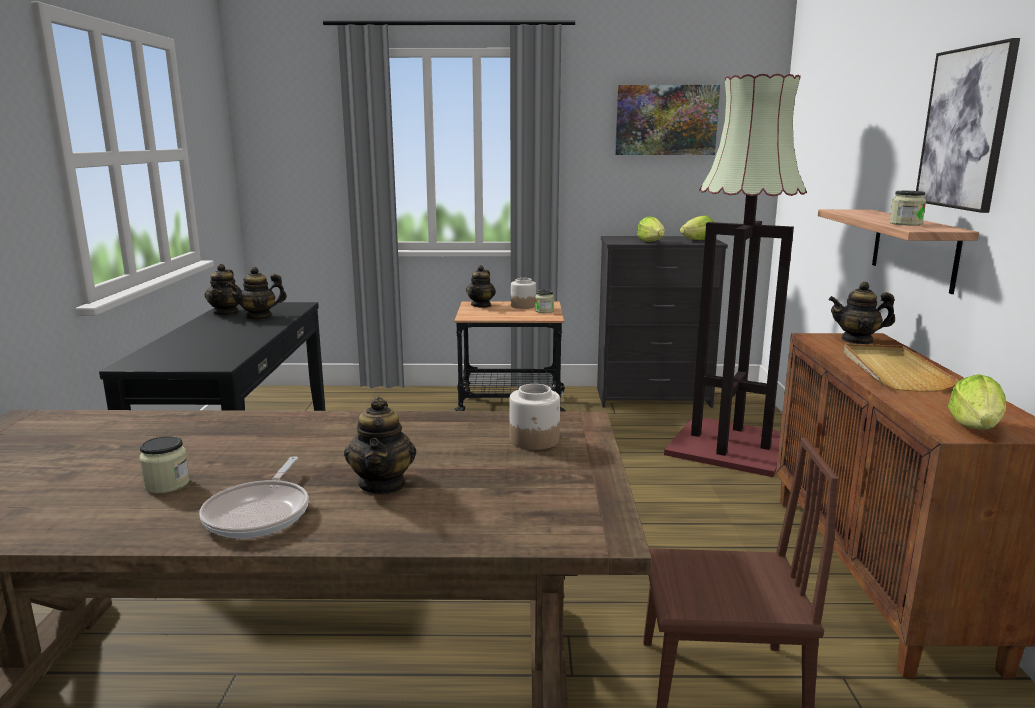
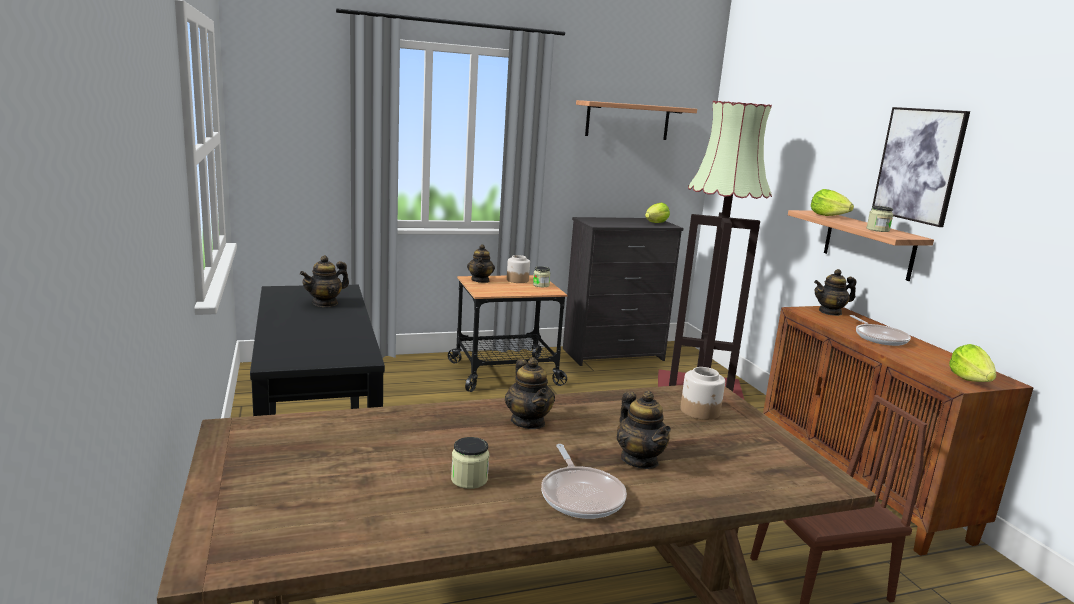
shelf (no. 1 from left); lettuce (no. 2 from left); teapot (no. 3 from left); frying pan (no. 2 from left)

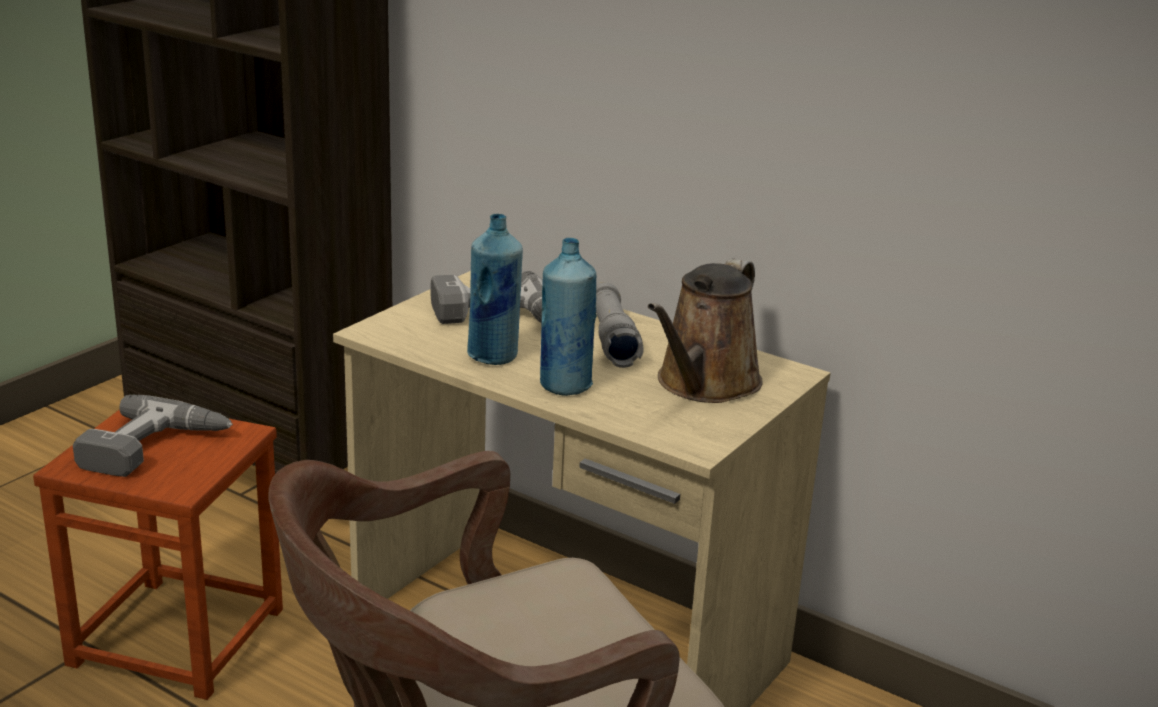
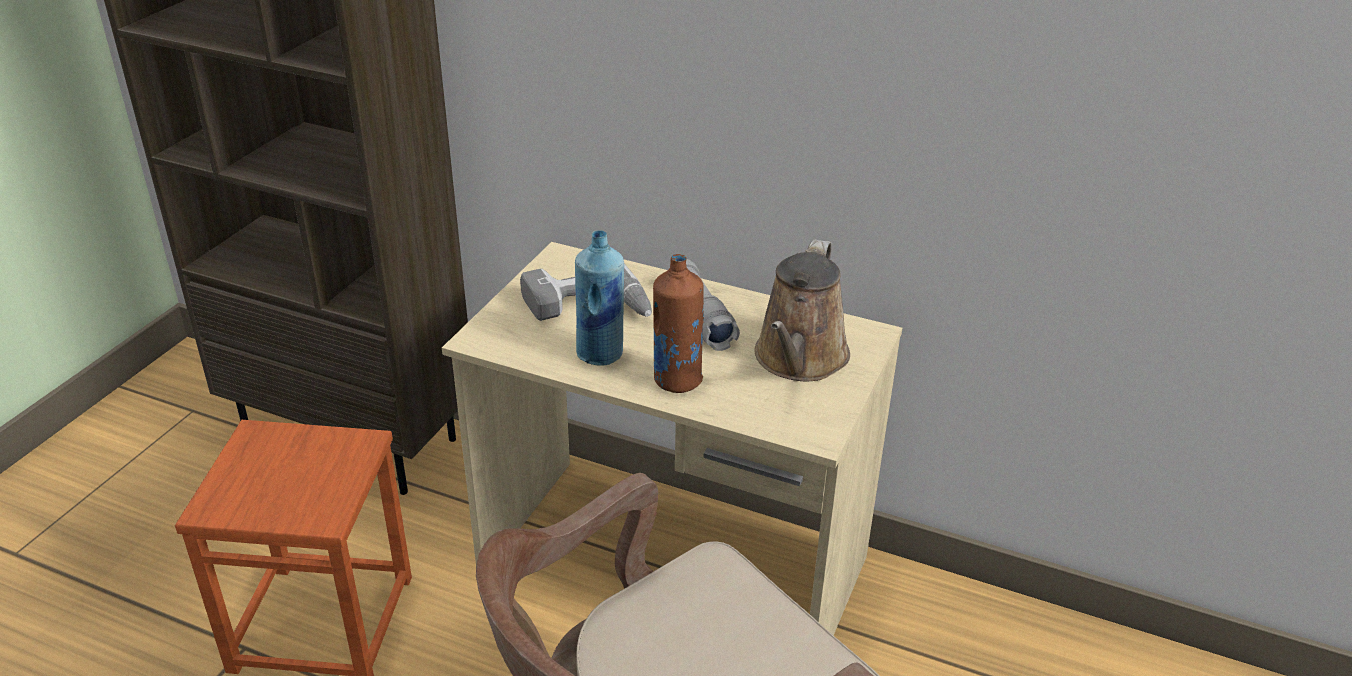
brown bottle; power drill (no. 1 from left in the first image)

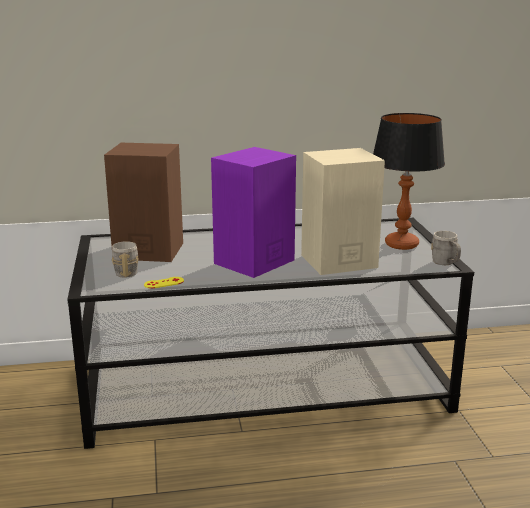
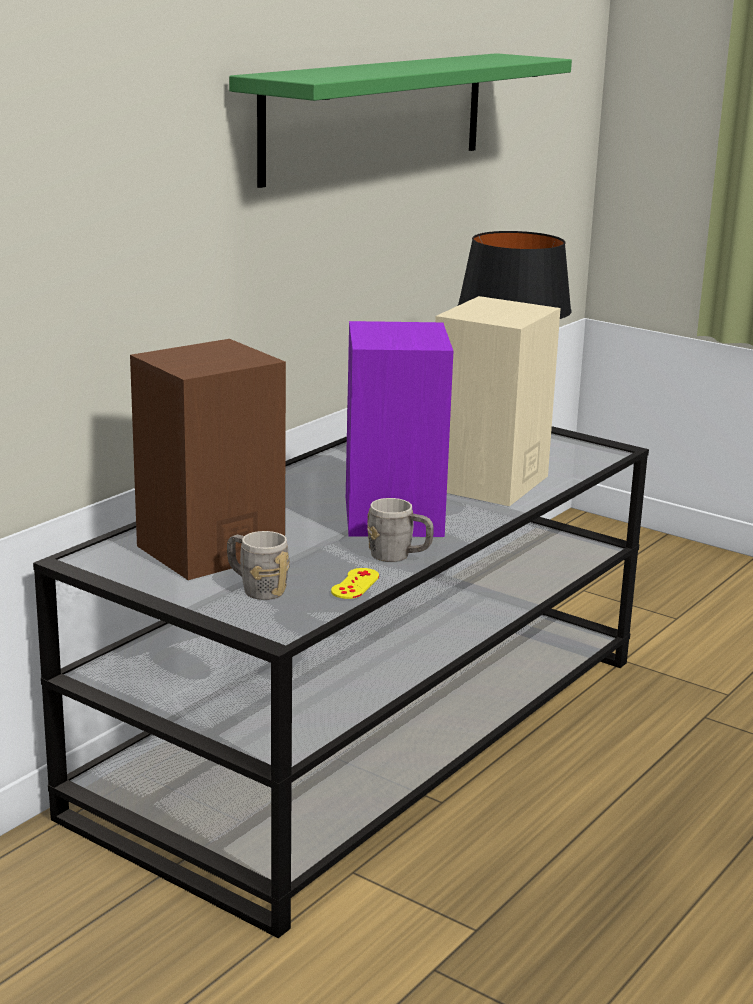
grey mug (no. 2 from left); green shelf

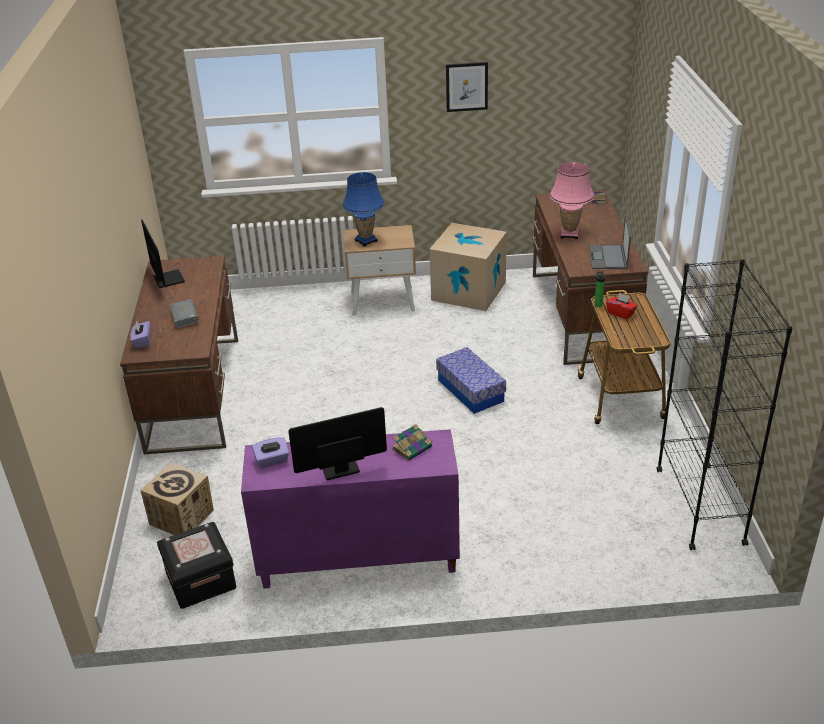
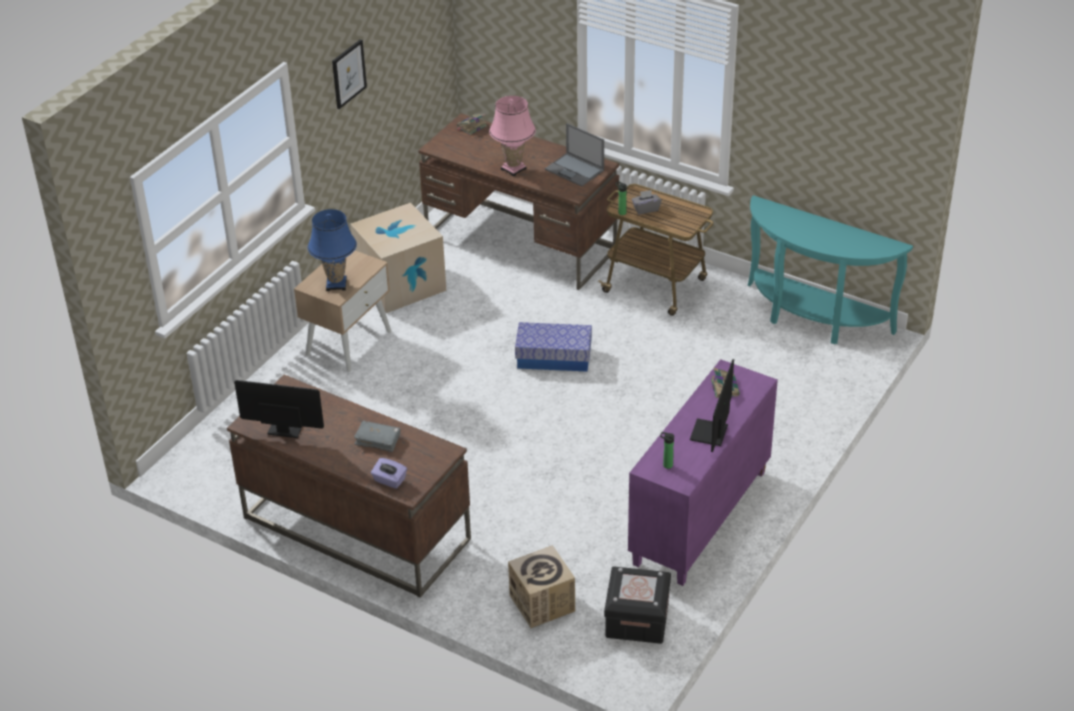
turquoise console table; grey tissue box; bottle (no. 2 from left)

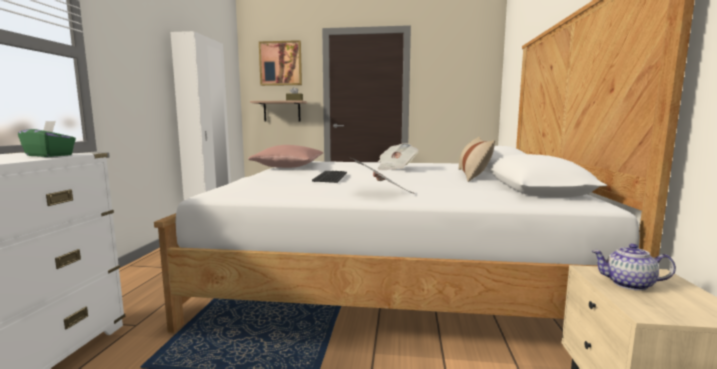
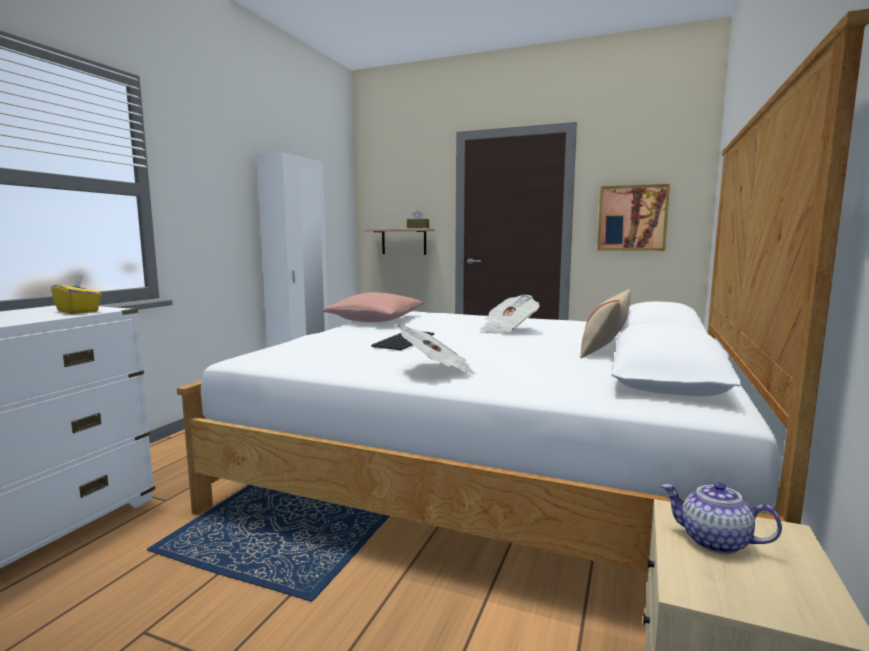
picture; yellow tissue box

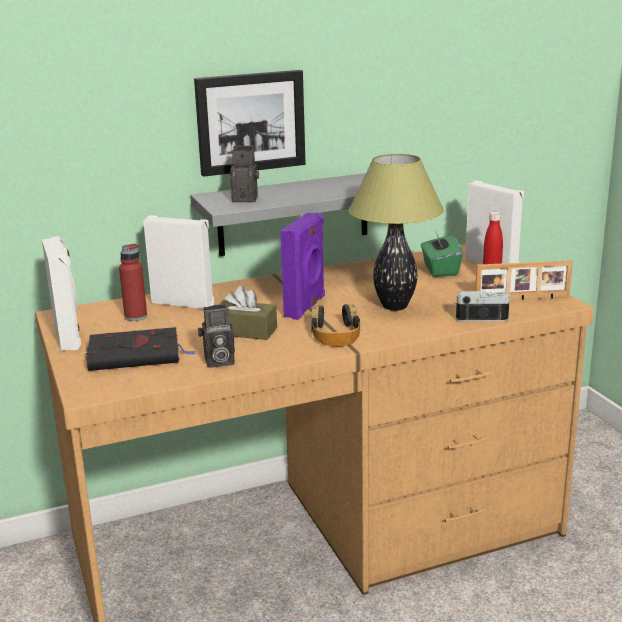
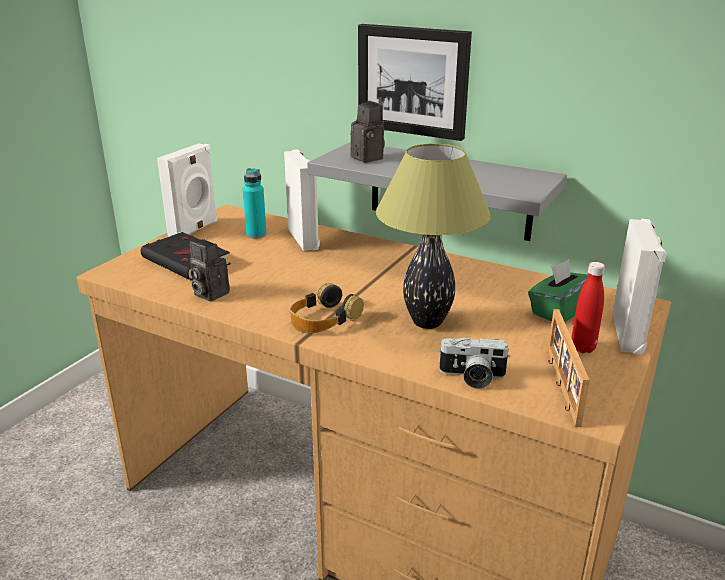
purple speaker; turquoise bottle; picture frame; brown tissue box; photo camera (no. 3 from left)

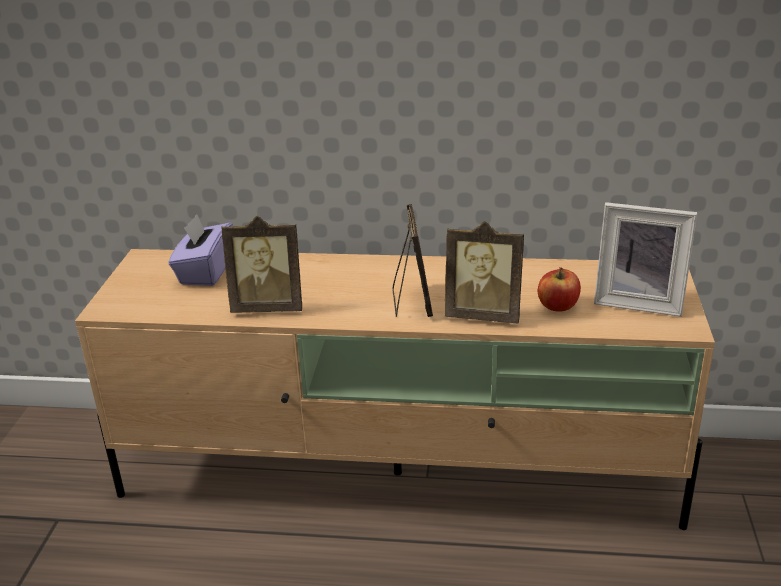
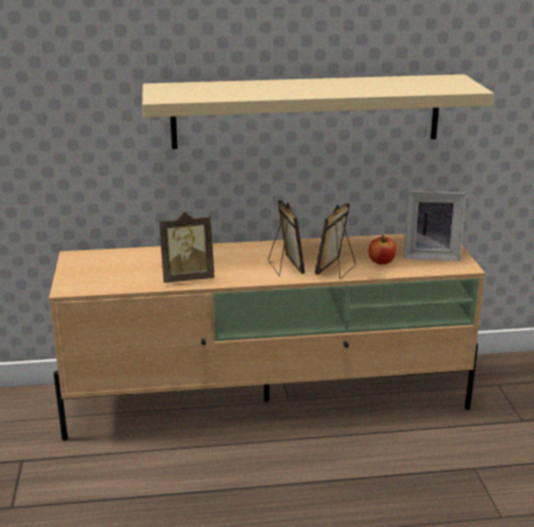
purple tissue box; picture frame (no. 3 from left); beige shelf

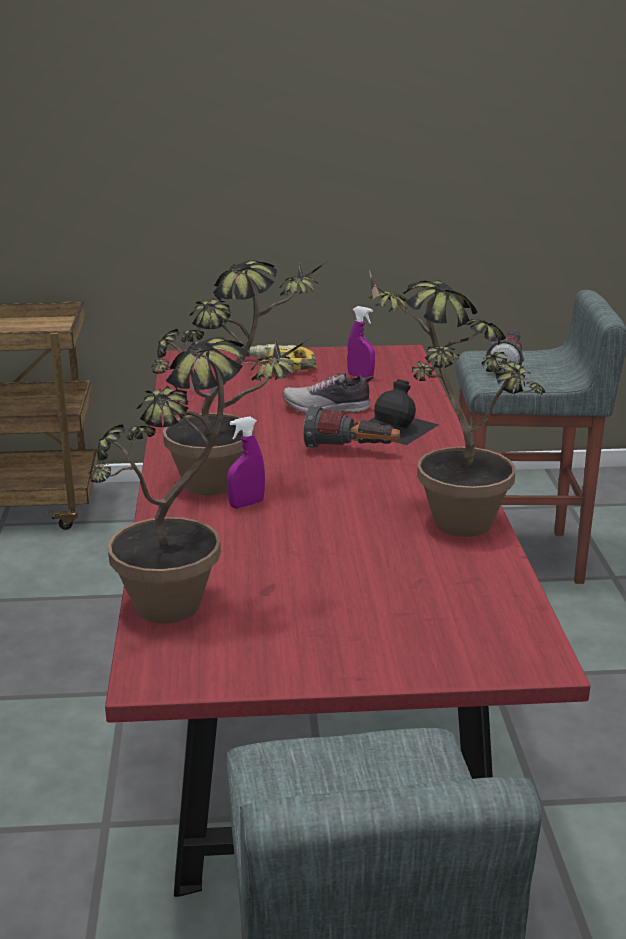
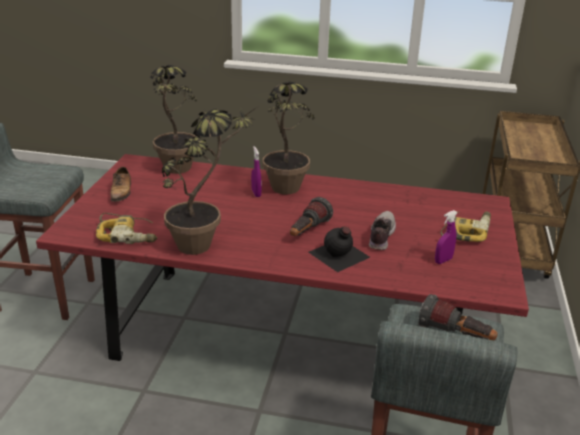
shoe (no. 1 from left); power drill (no. 1 from left)

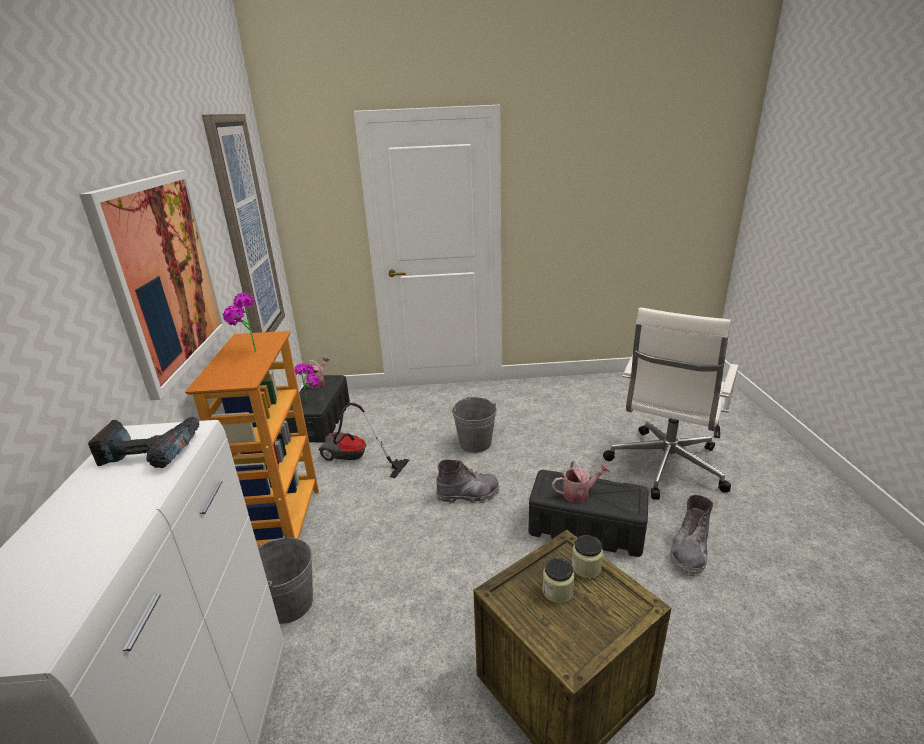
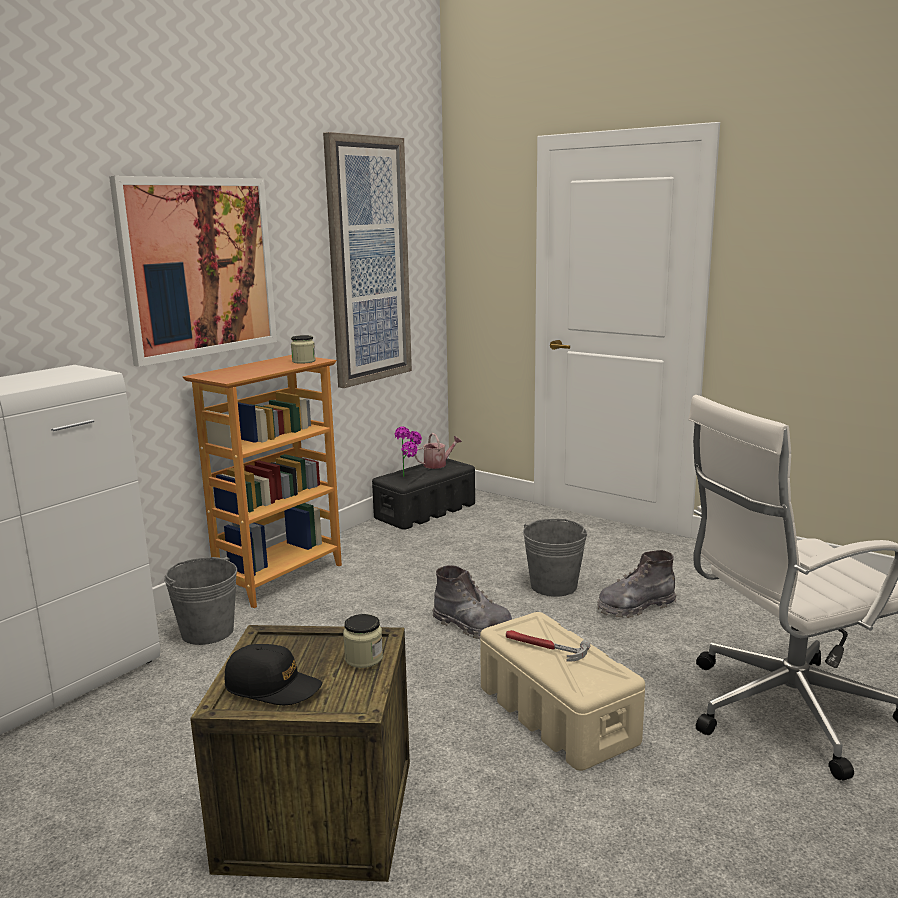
potted plant (no. 1 from left in the first image); vacuum cleaner; power drill; hammer; beige storage box; grey boot (no. 2 from left); jar (no. 1 from left); black cap

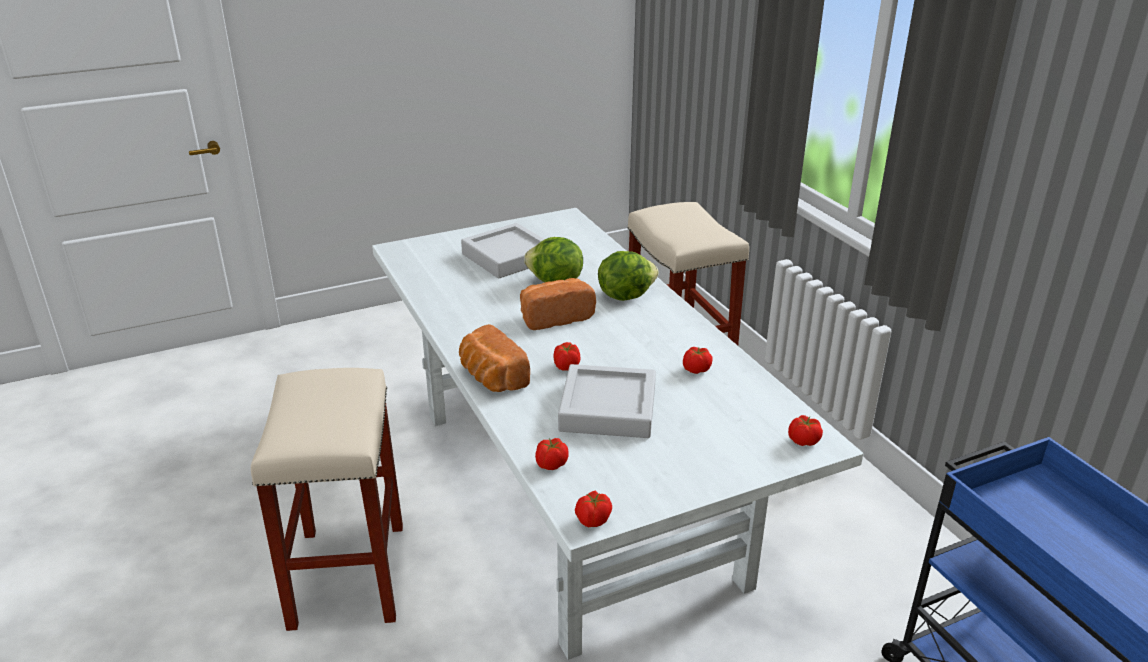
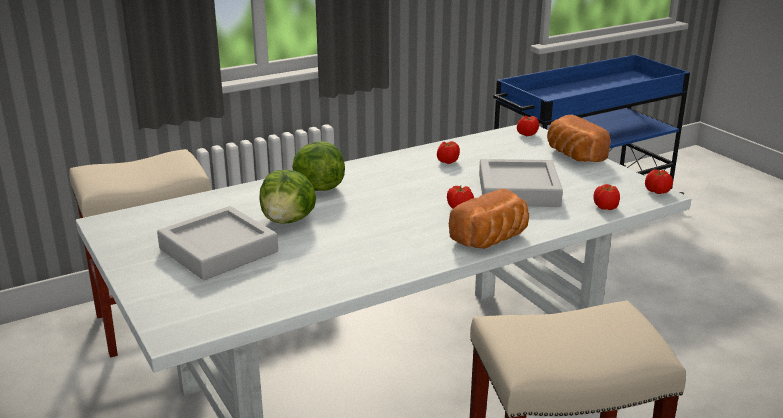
bread (no. 2 from left)

